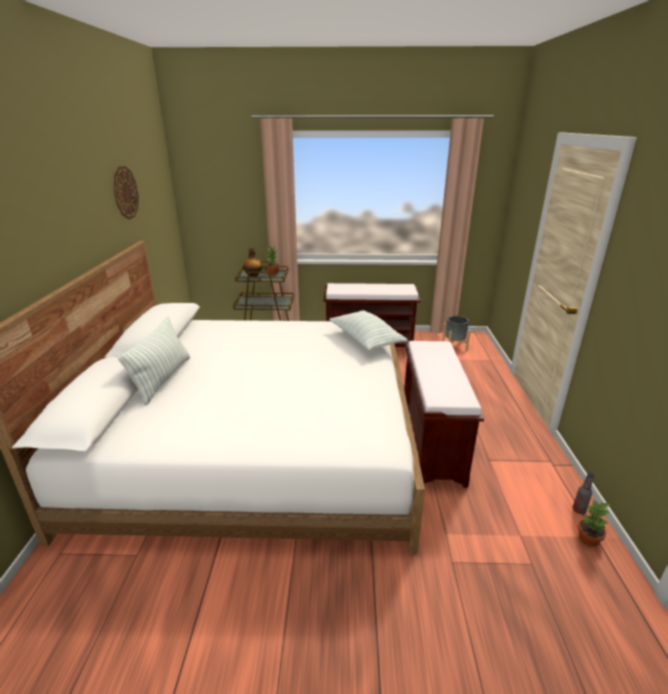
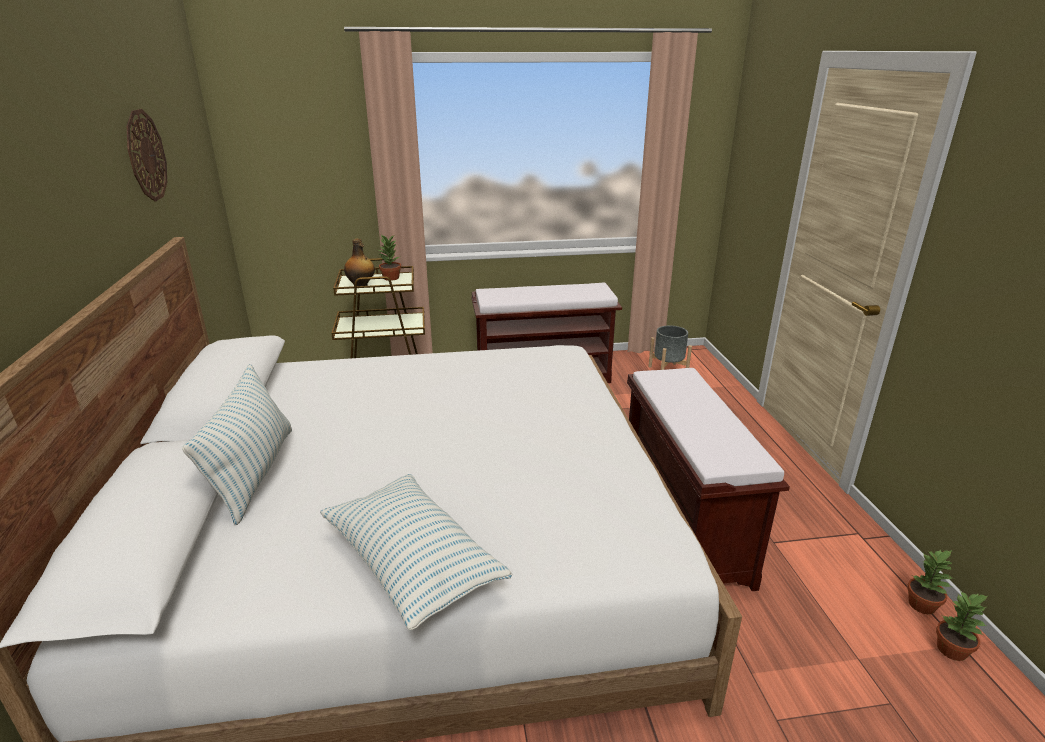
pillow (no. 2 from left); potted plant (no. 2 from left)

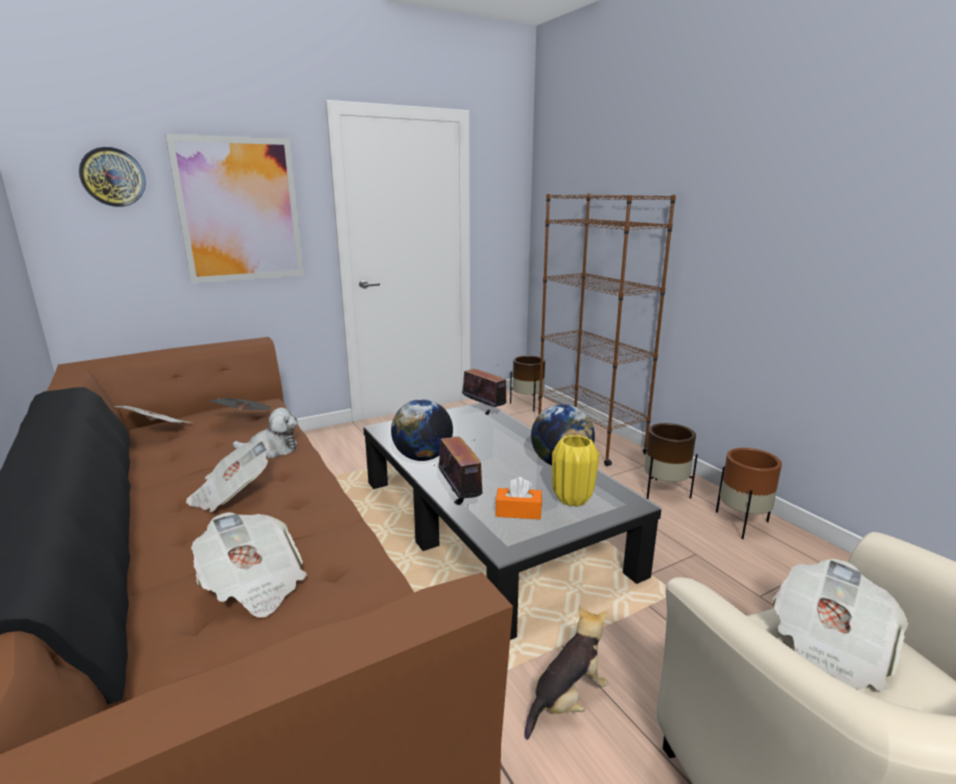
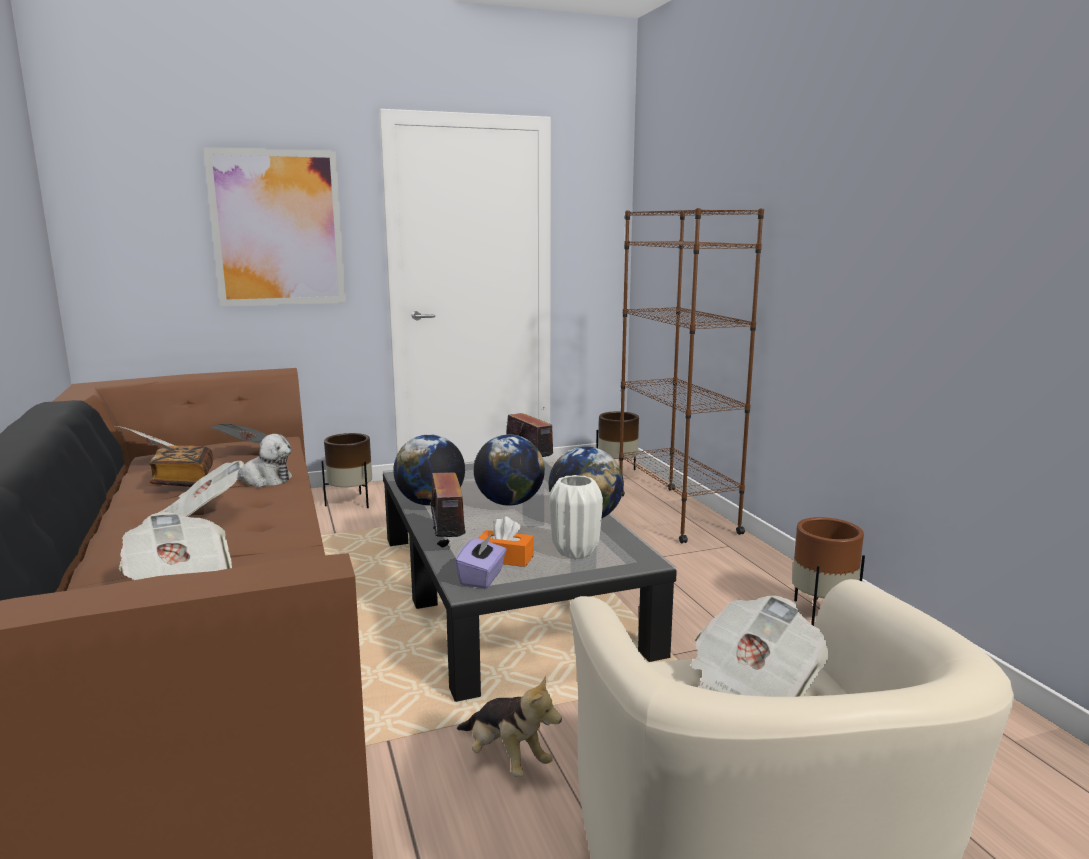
wall clock; brown planter (no. 1 from left); white vase; plush toy (no. 2 from left); globe (no. 2 from left); book; purple tissue box

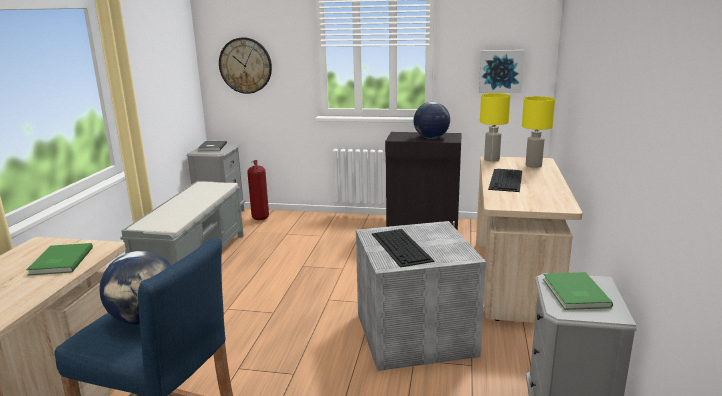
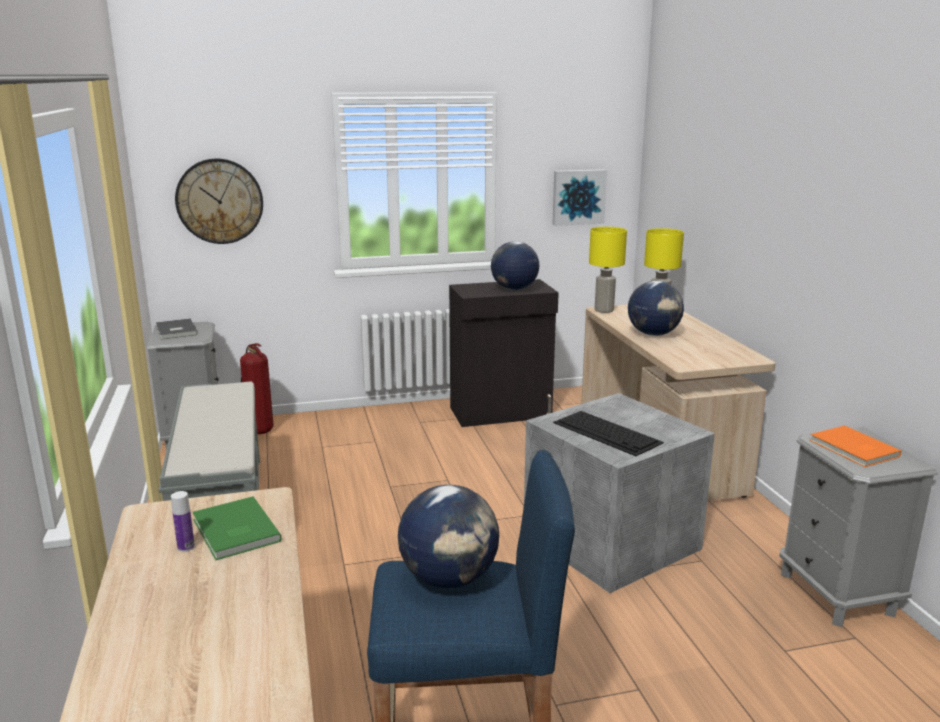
globe (no. 3 from left); orange book; bottle

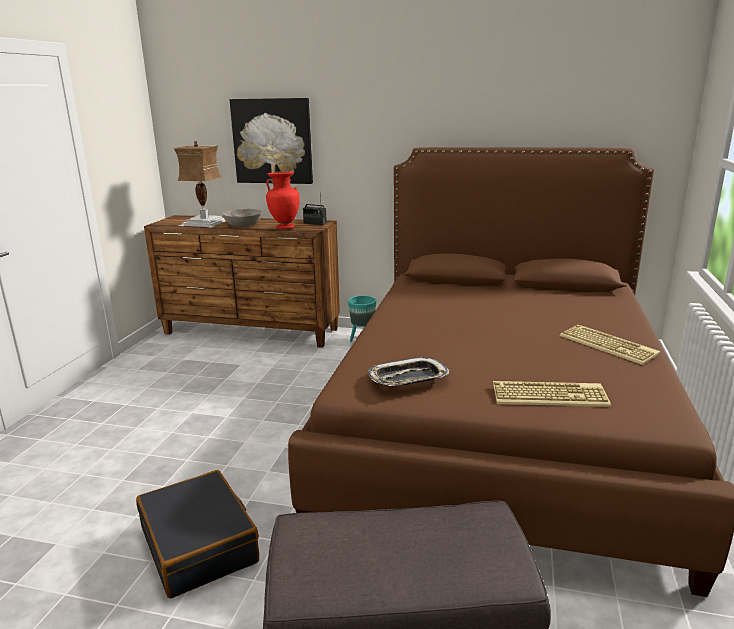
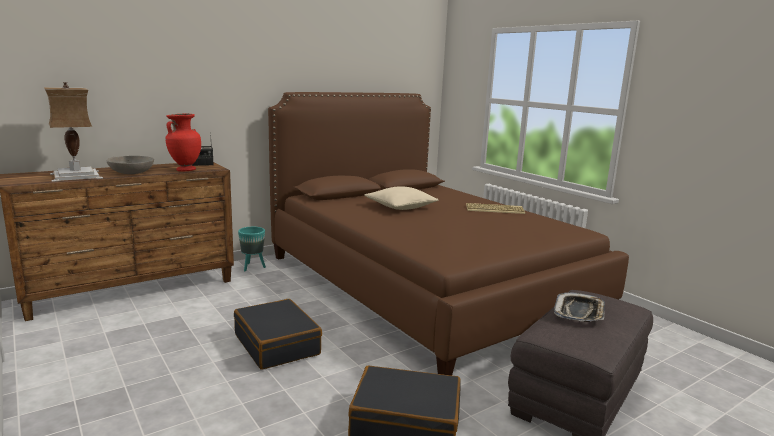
picture; tray; keyboard (no. 1 from left in the first image); beige pillow; black suitcase (no. 1 from left)

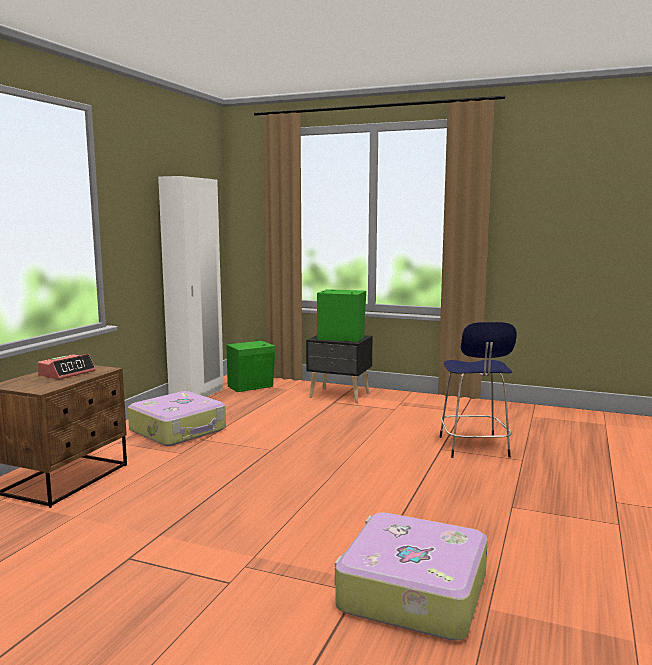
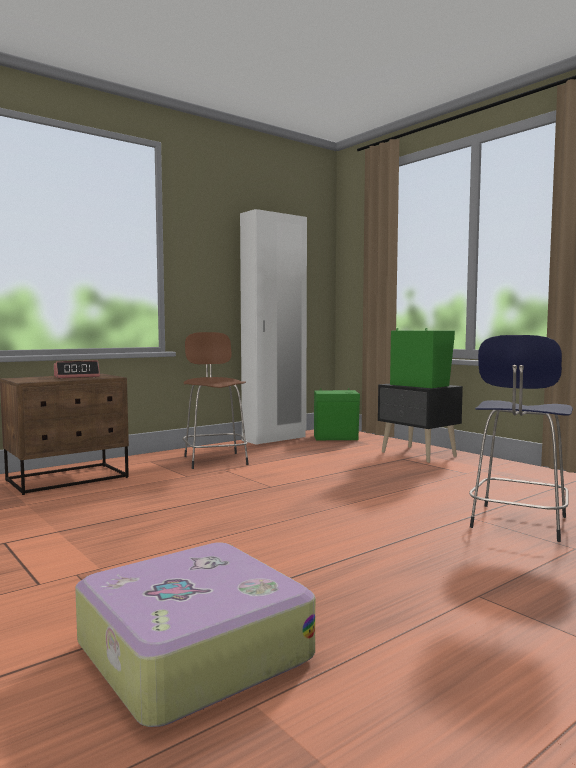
brown stool

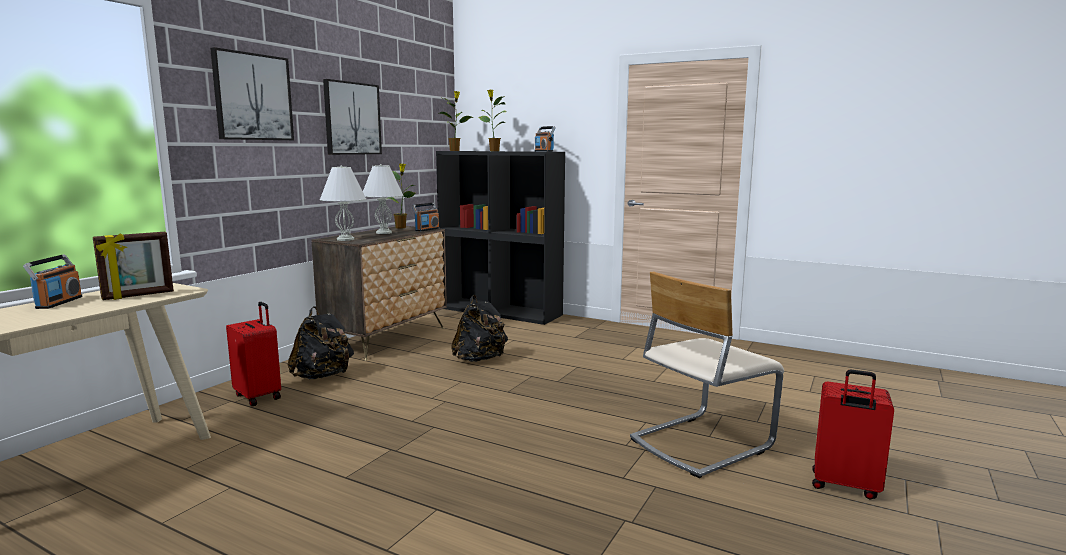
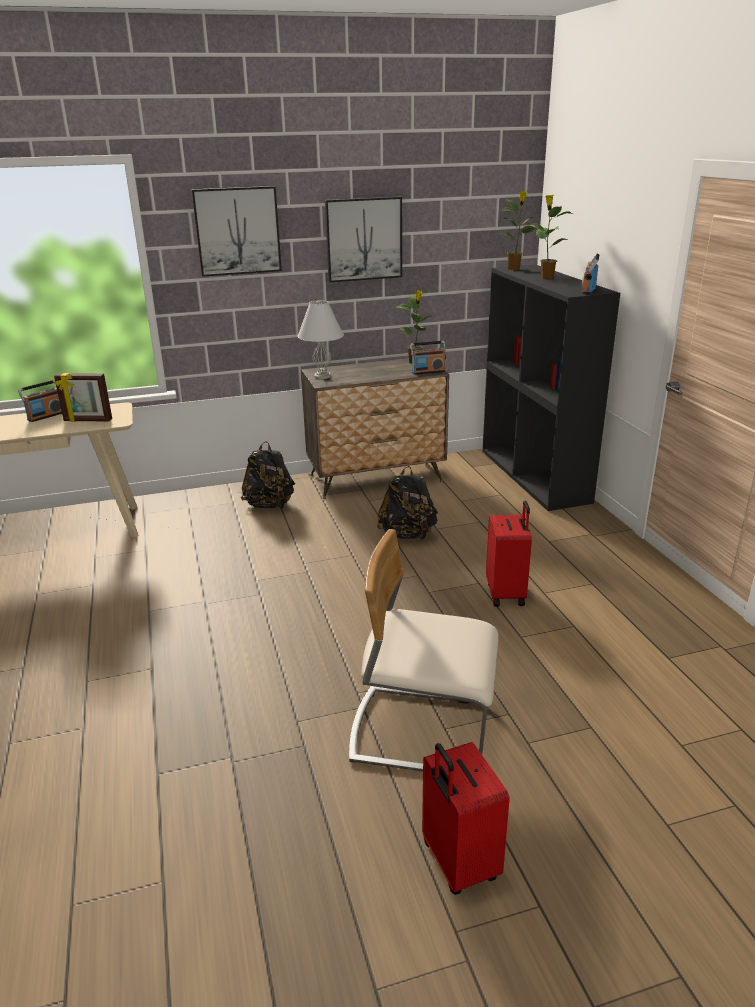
white table lamp (no. 2 from left in the first image); red suitcase (no. 2 from left)

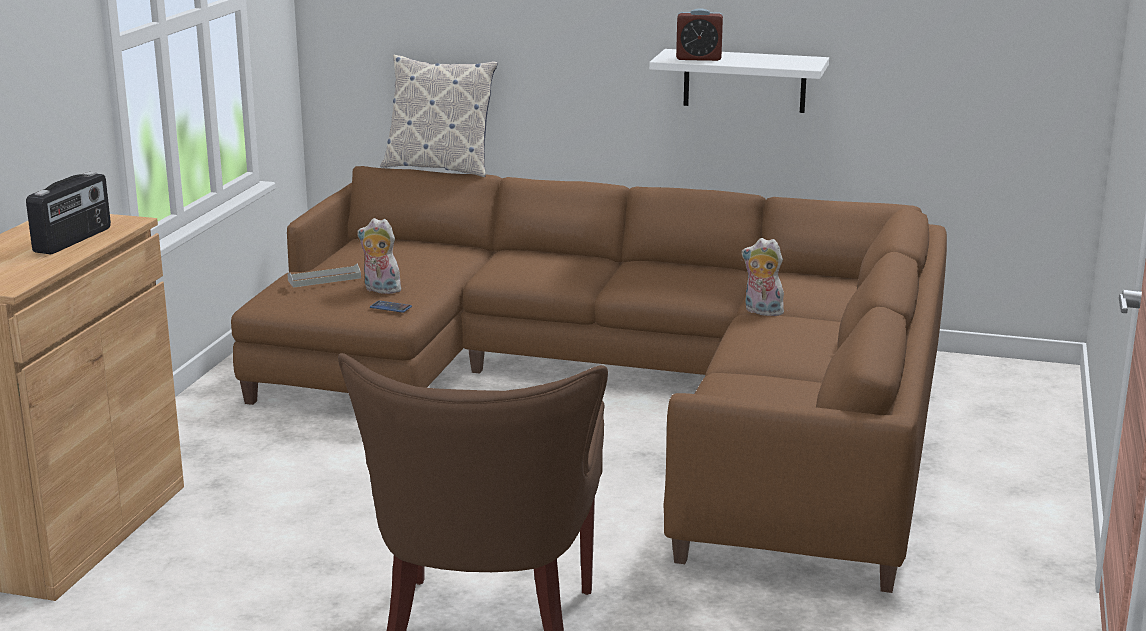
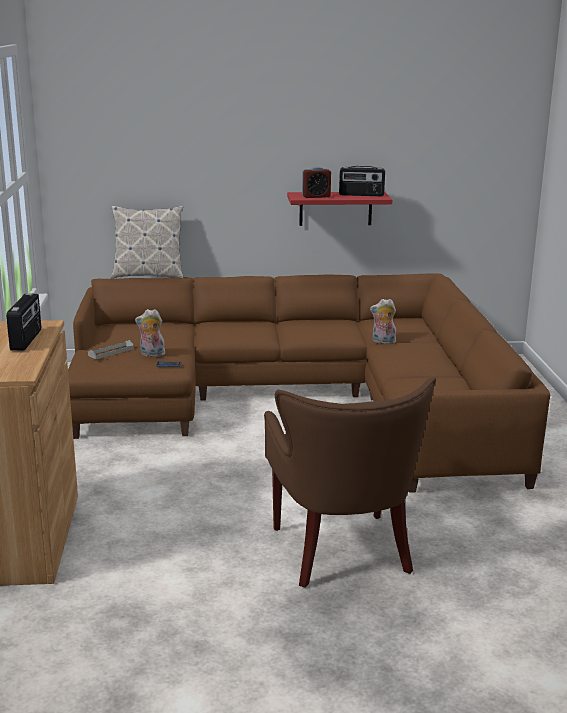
red shelf; radio (no. 2 from left)

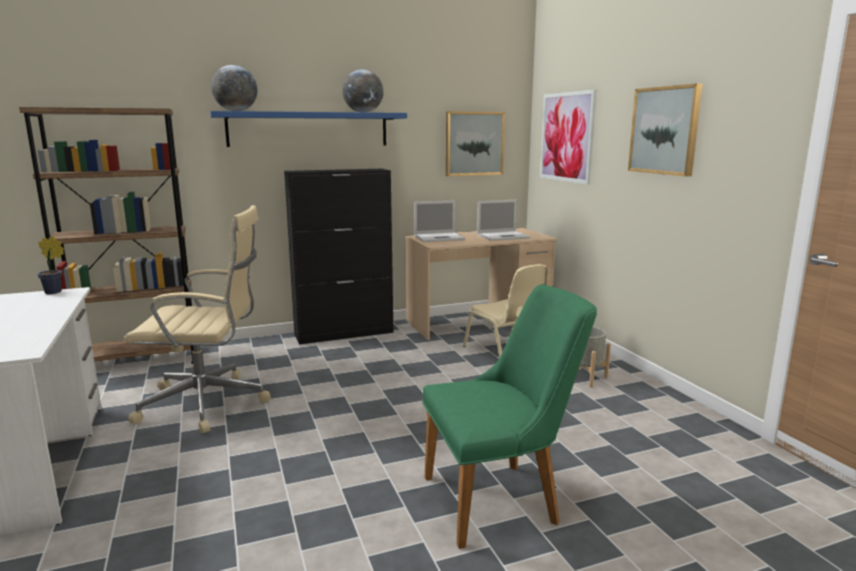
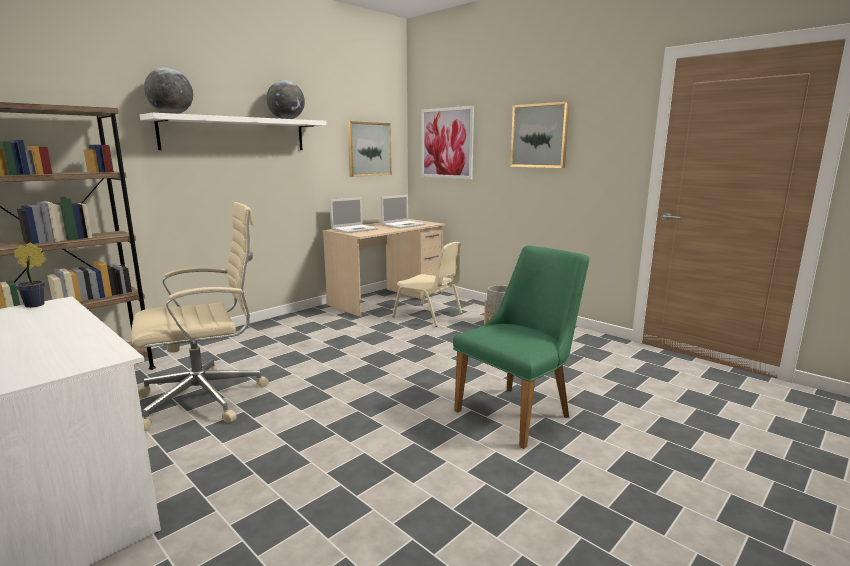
white shelf; black cabinet

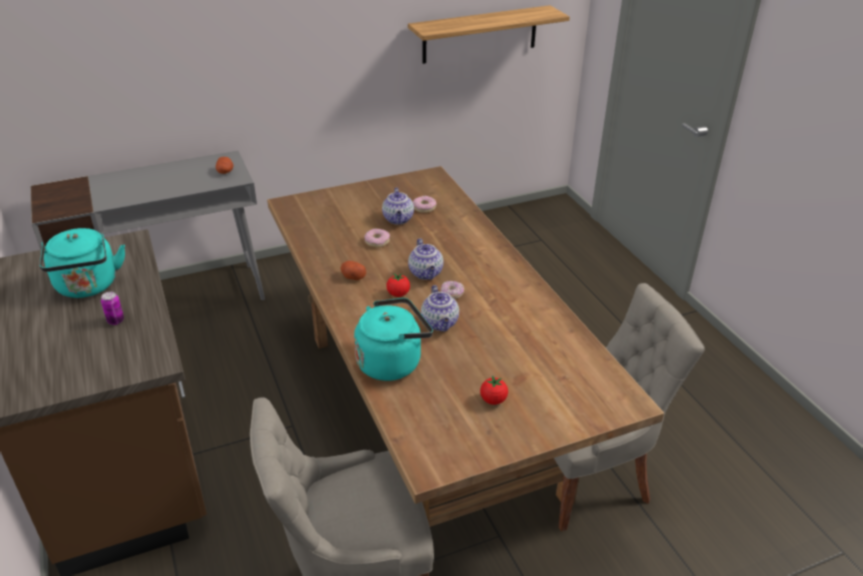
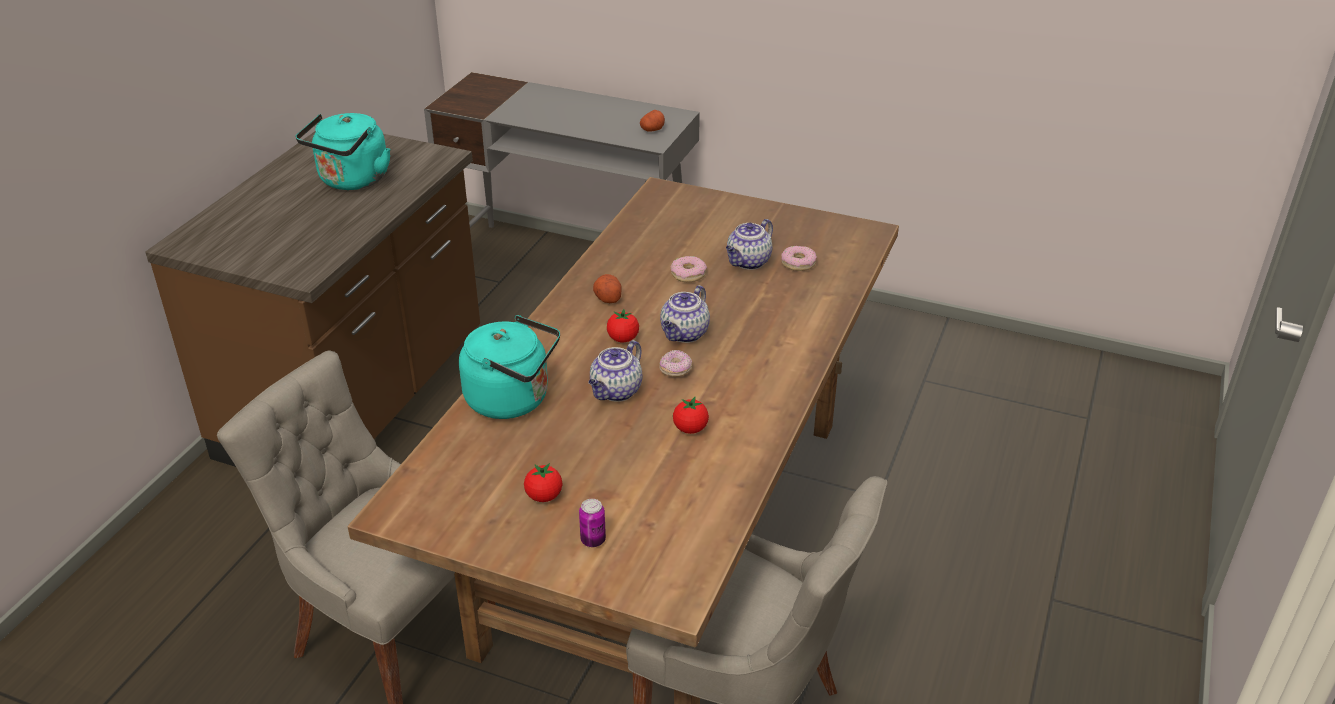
shelf; can; tomato (no. 3 from left)

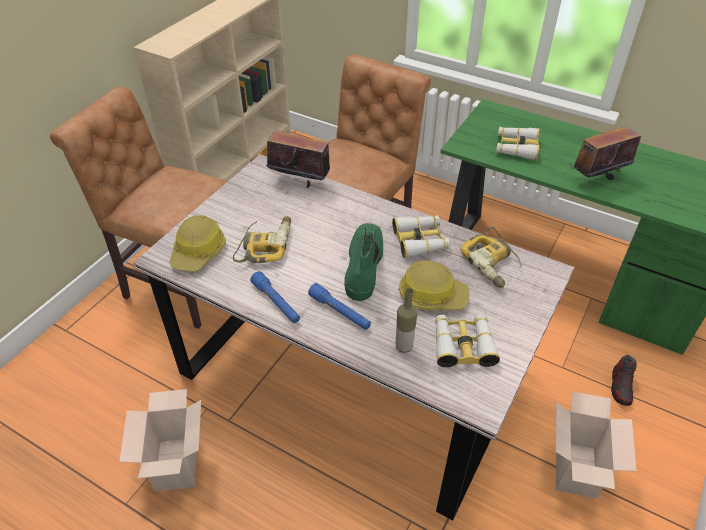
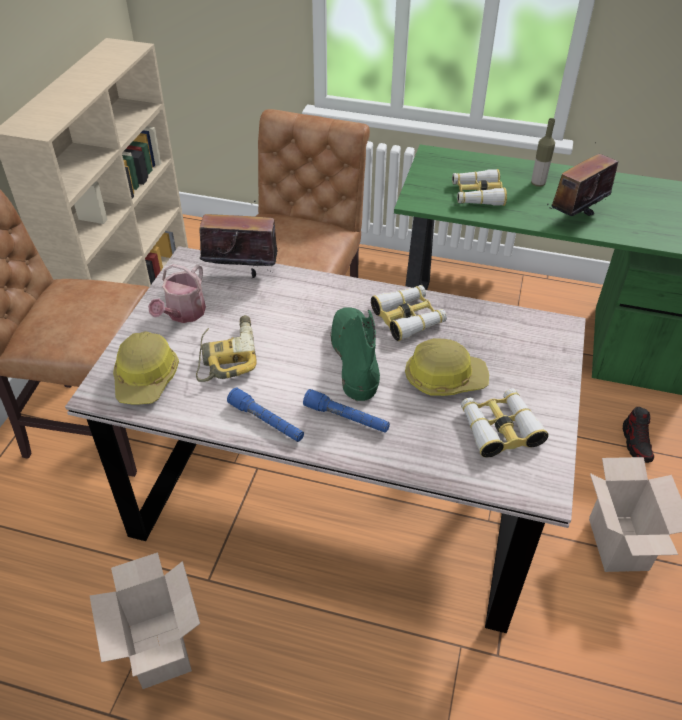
power drill (no. 2 from left in the first image); bottle; watering can

